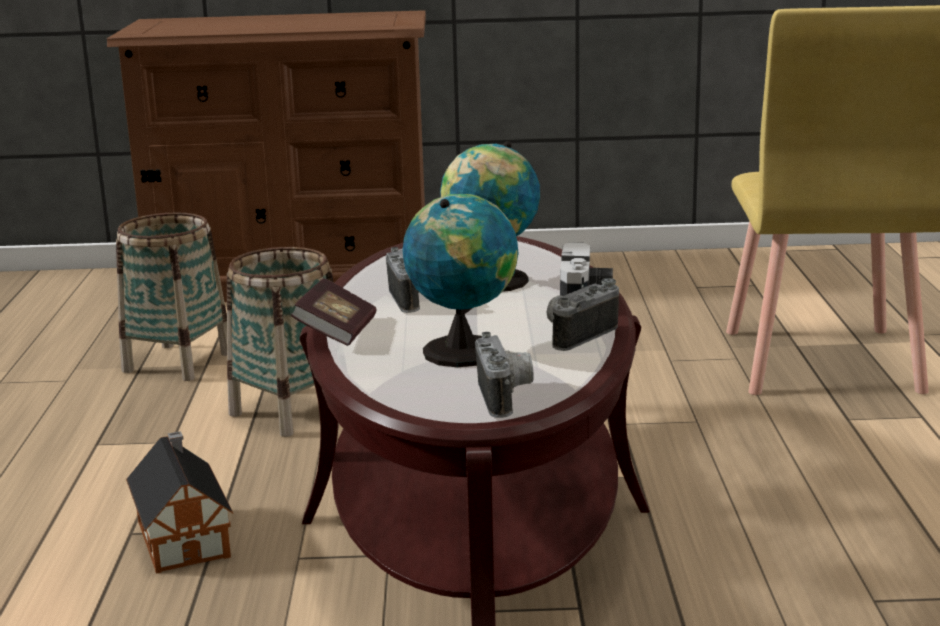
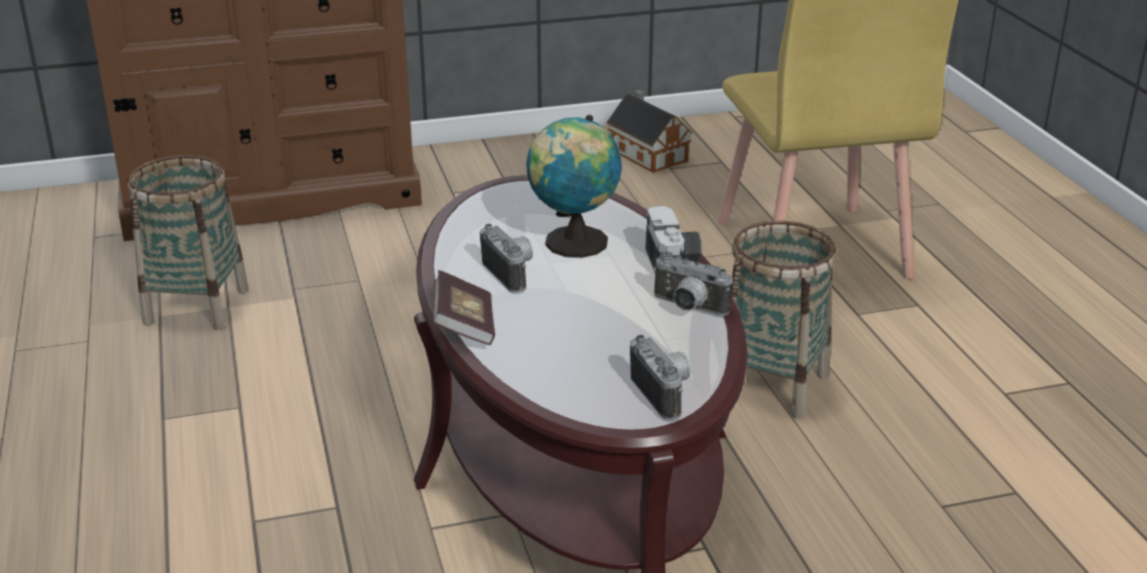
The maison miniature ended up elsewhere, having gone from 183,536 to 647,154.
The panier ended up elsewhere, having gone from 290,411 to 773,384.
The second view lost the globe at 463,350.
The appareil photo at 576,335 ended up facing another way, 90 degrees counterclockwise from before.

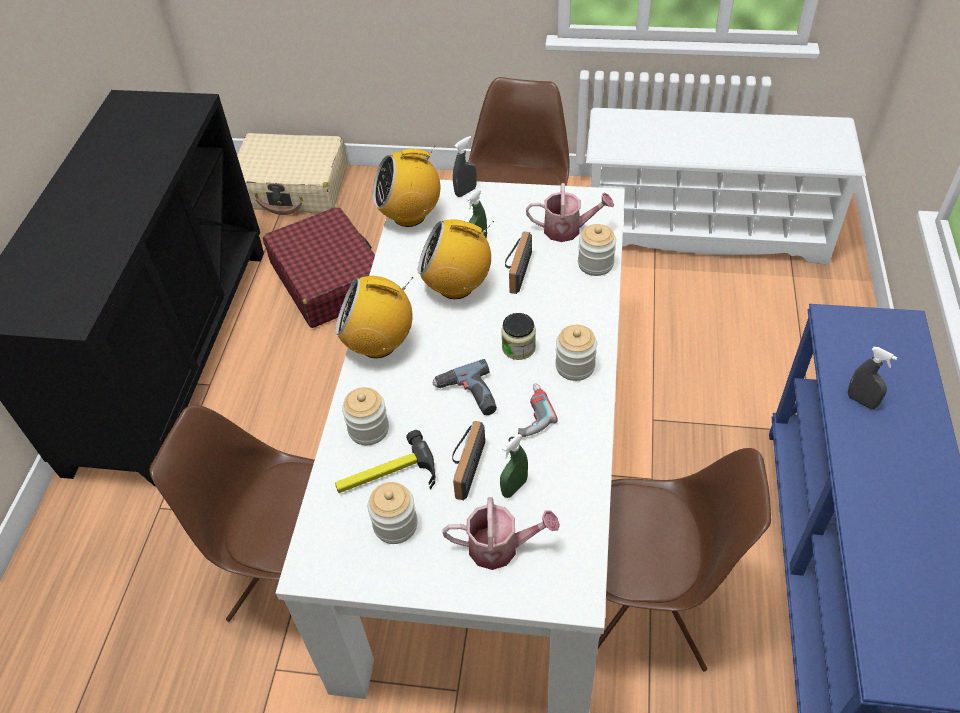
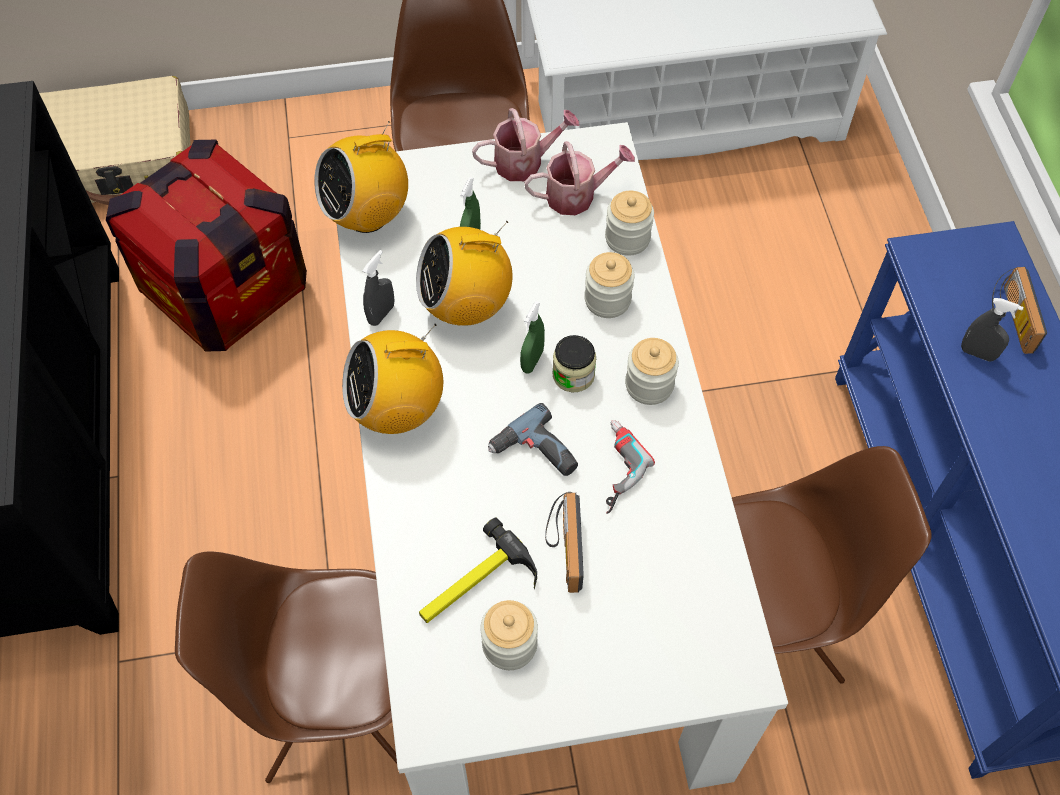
Where the valise/rouge stood at 329,279, the caisse came to stand at 225,289.
The bocal ended up elsewhere, having gone from 368,429 to 607,300.
The arrosoir ended up elsewhere, having gone from 500,547 to 525,162.
The vaporisateur/gris ended up elsewhere, having gone from 465,191 to 381,314.
The vaporisateur/vert ended up elsewhere, having gone from 514,487 to 532,361.
The radio ended up elsewhere, having gone from 514,270 to 1009,318.

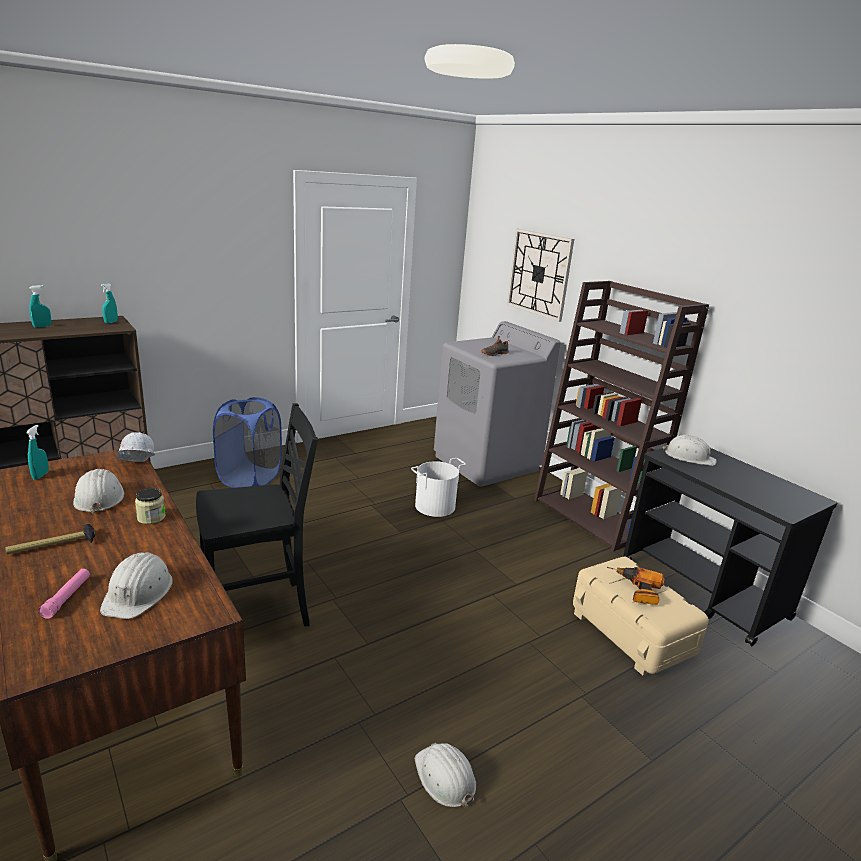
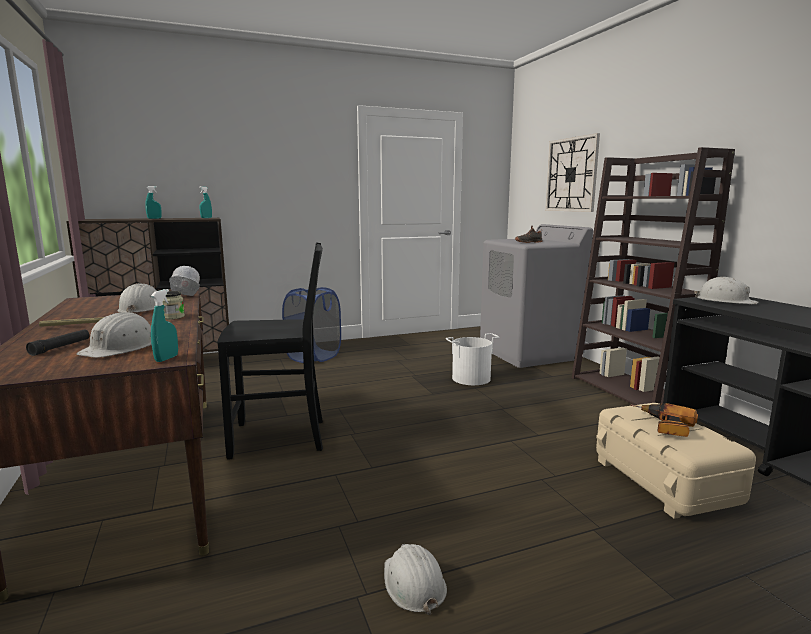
The vaporisateur/turquoise ended up elsewhere, having gone from 40,475 to 166,358.
What was the lampe de poche/rose at 67,597 turned into the lampe de poche/noir at 61,347.

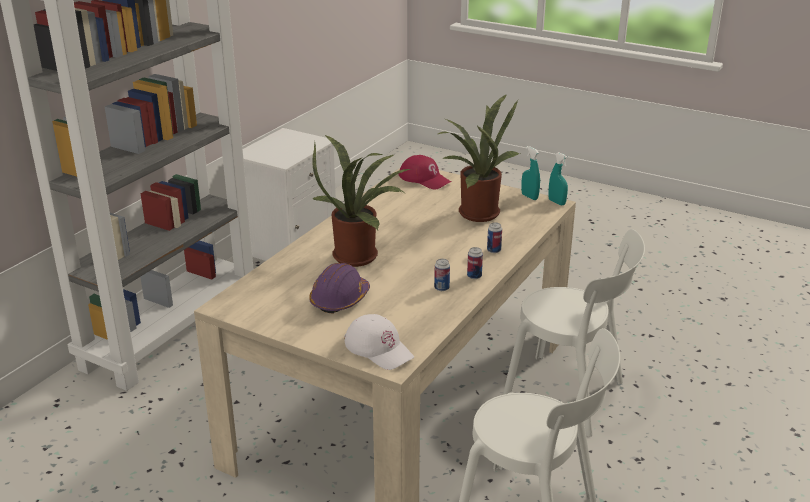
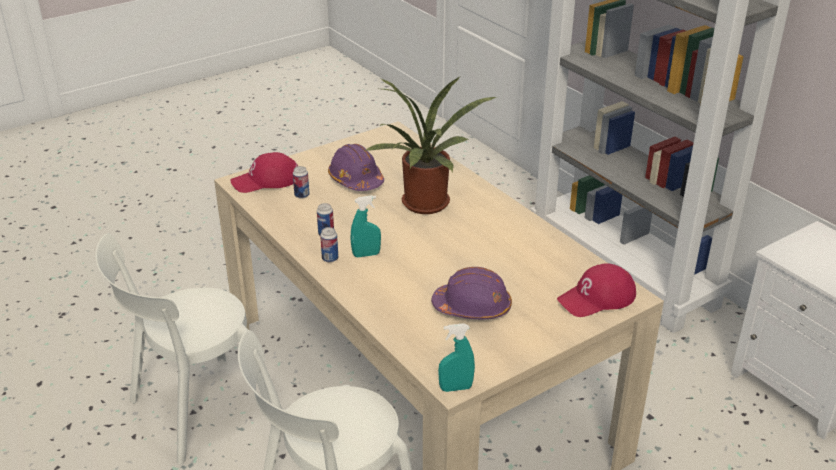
What was the casquette/blanc at 379,349 turned into the casquette/rouge at 266,180.
Where the plante en pot stood at 476,212, the casque de chantier/violet came to stand at 472,307.
The boîte métallique ended up elsewhere, having gone from 494,250 to 302,195.
The vaporisateur/turquoise ended up elsewhere, having gone from 529,197 to 366,254.

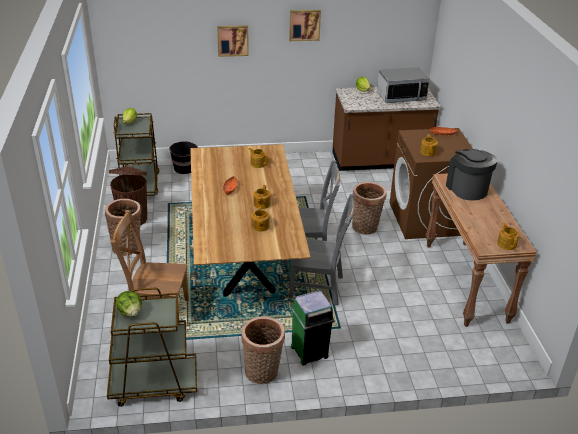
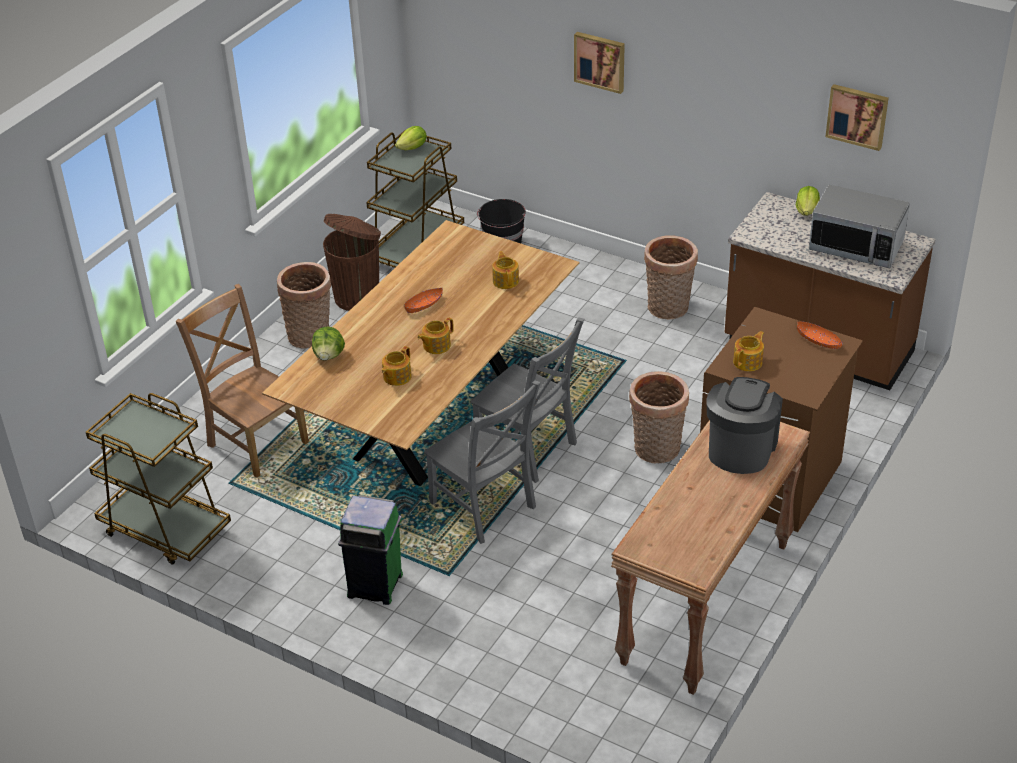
The laitue ended up elsewhere, having gone from 130,312 to 329,355.
The panier ended up elsewhere, having gone from 263,373 to 668,309.
The tableau ended up elsewhere, having gone from 304,25 to 857,116.
The second view lost the théière at 506,244.

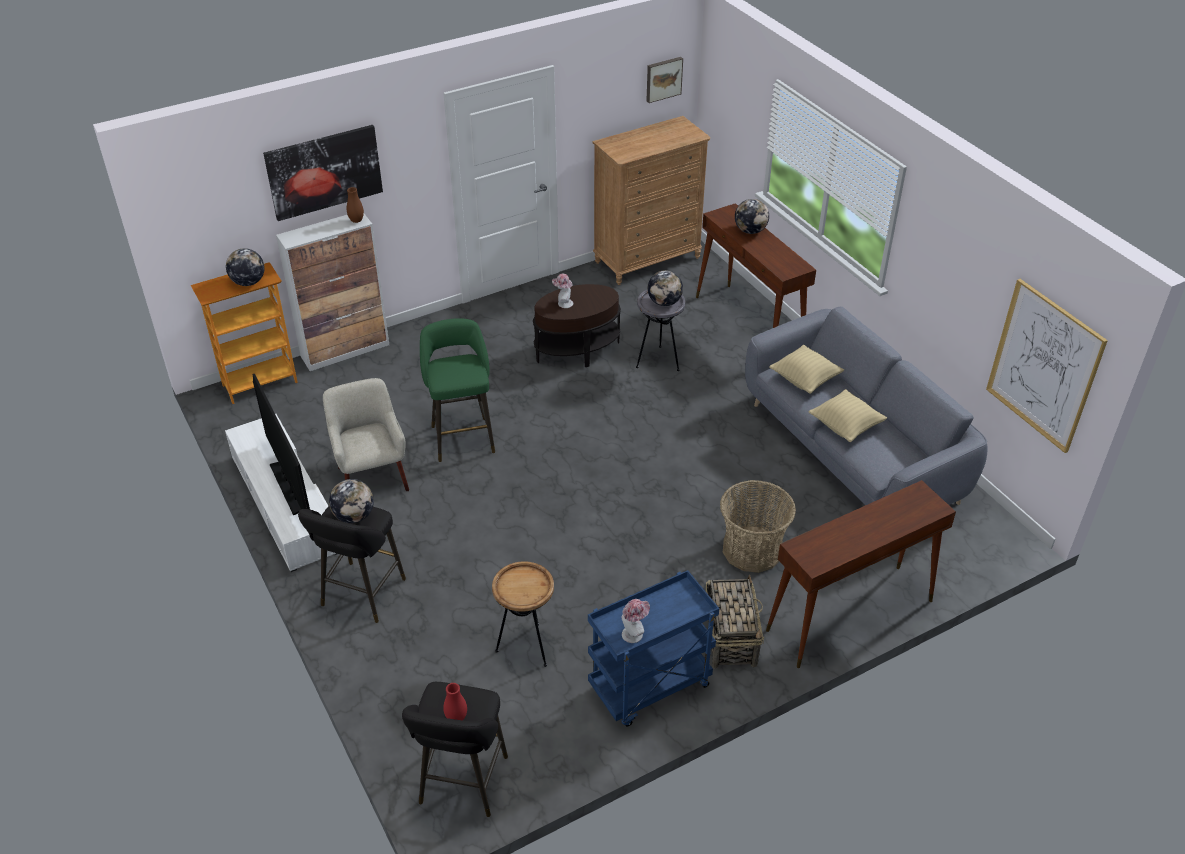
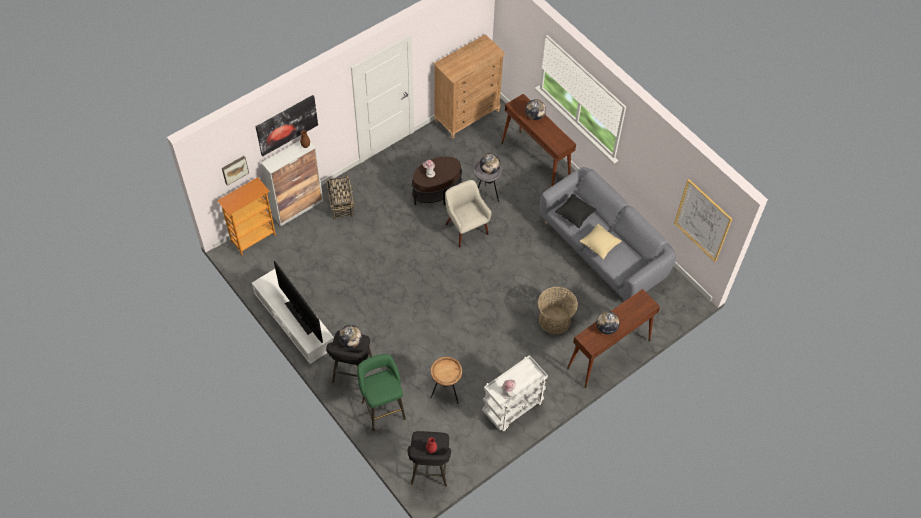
The globe ended up elsewhere, having gone from 248,282 to 606,328.
The fauteuil/beige ended up elsewhere, having gone from 371,478 to 466,229.
The tabouret/vert ended up elsewhere, having gone from 462,436 to 382,408.
What was the chariot/bleu at 649,688 turned into the chariot/blanc at 512,409.
The tableau ended up elsewhere, having gone from 663,79 to 234,169.
The panier ended up elsewhere, having gone from 730,637 to 341,203.
What was the coussin/beige at 805,380 turned into the coussin/noir at 574,215.

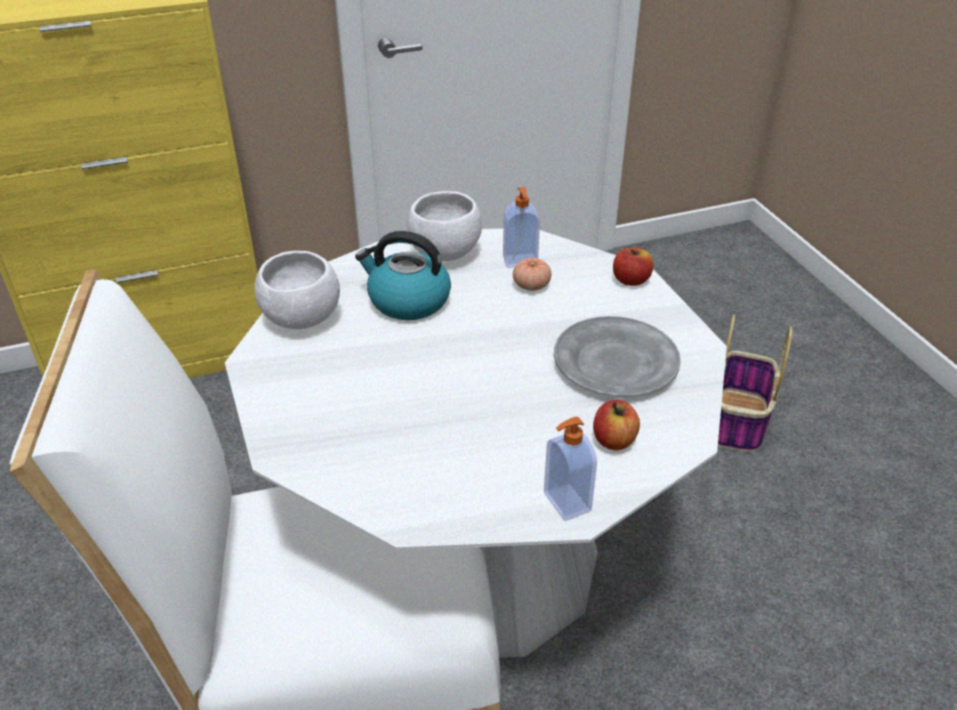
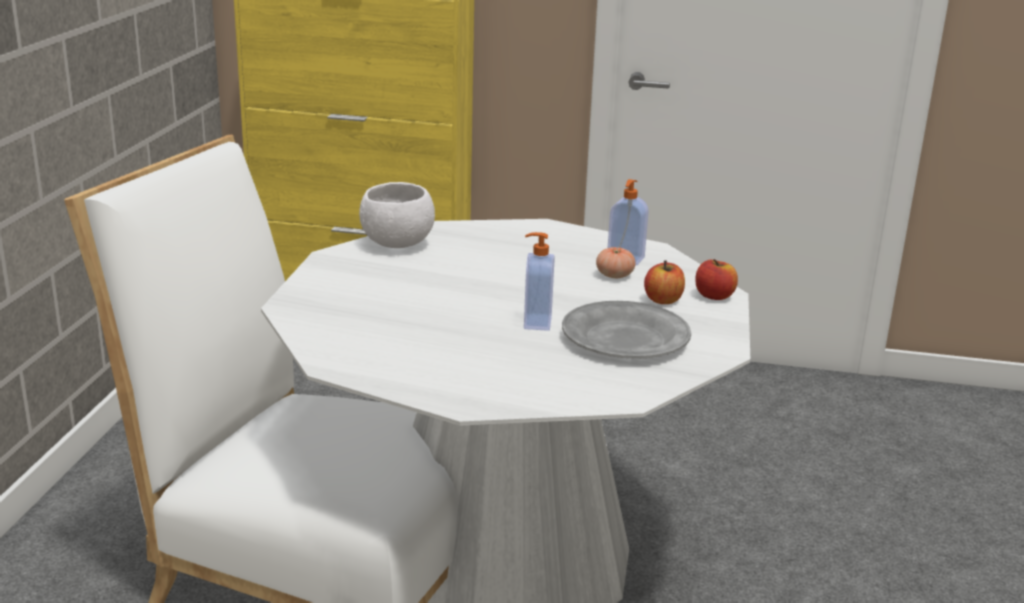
The second view lost the bouilloire at 407,301.
The second view lost the bol/blanc at 445,253.
The distributeur de savon ended up elsewhere, having gone from 565,502 to 536,322.
The pomme ended up elsewhere, having gone from 614,440 to 663,300.
The second view lost the panier at 738,422.

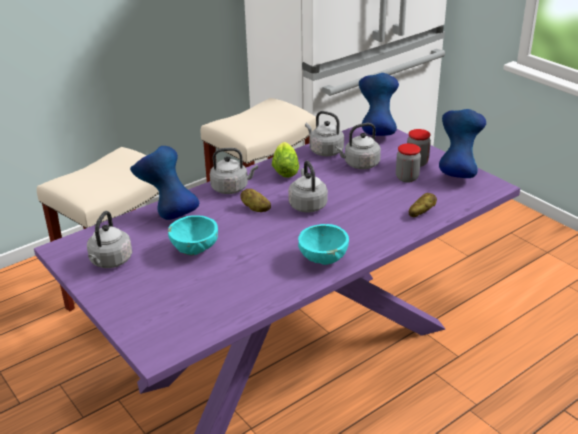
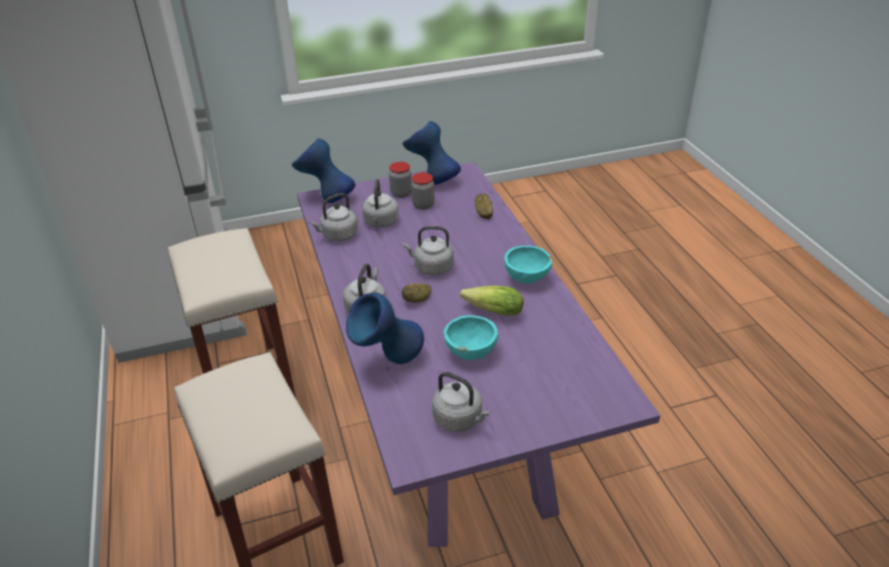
The laitue ended up elsewhere, having gone from 285,168 to 490,311.

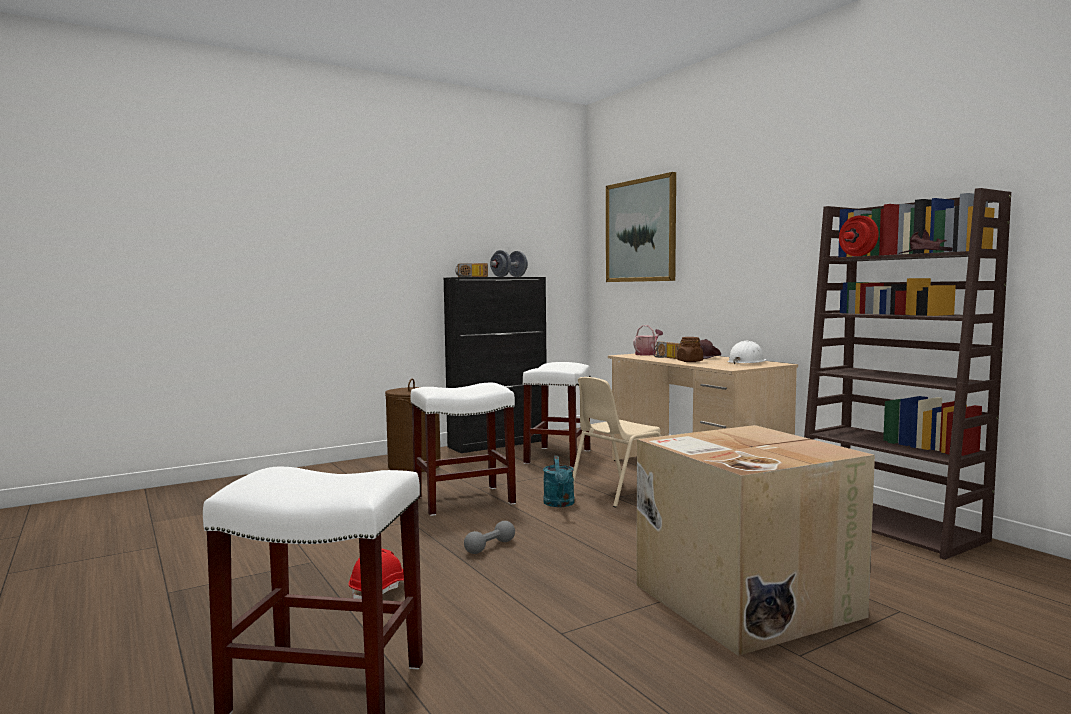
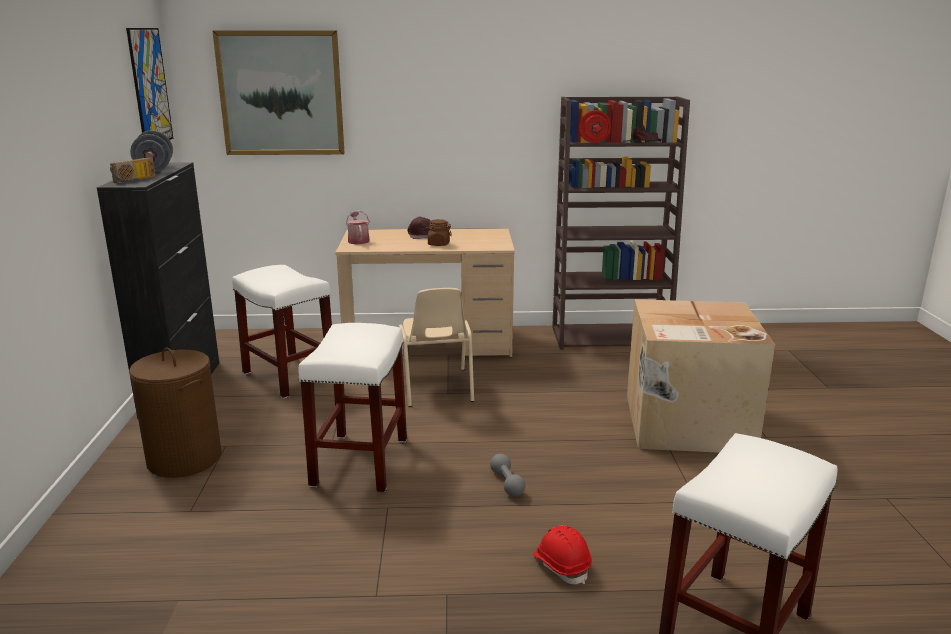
The second view lost the arrosoir/turquoise at 559,504.
The second view lost the radio at 665,357.
The second view lost the casque de chantier/blanc at 747,362.
The second view gained the tableau at 150,87.

